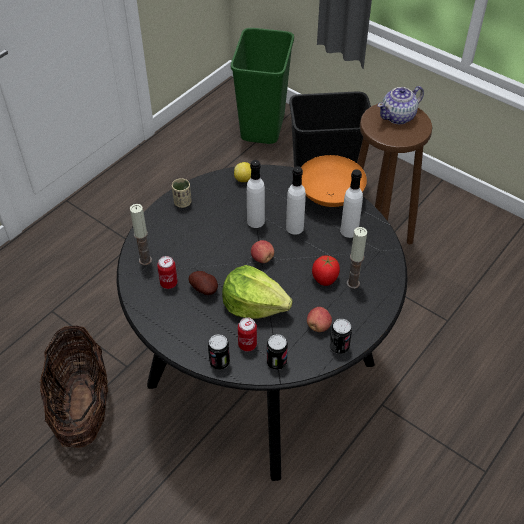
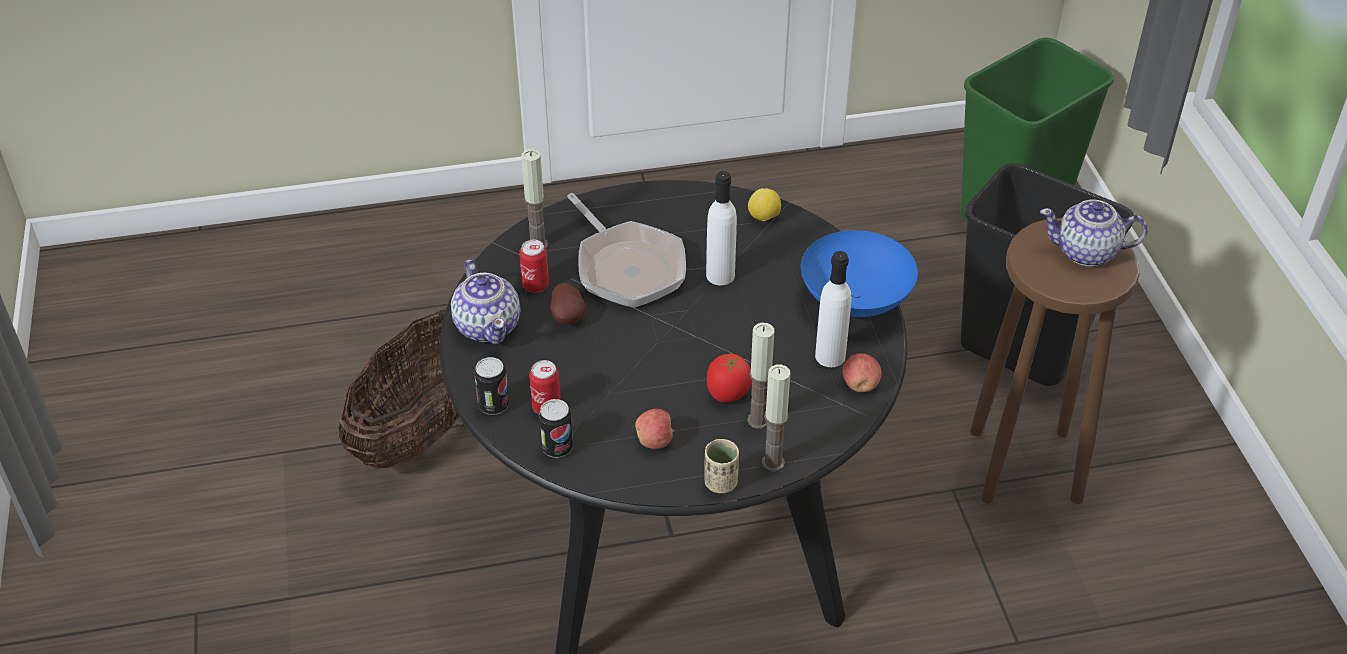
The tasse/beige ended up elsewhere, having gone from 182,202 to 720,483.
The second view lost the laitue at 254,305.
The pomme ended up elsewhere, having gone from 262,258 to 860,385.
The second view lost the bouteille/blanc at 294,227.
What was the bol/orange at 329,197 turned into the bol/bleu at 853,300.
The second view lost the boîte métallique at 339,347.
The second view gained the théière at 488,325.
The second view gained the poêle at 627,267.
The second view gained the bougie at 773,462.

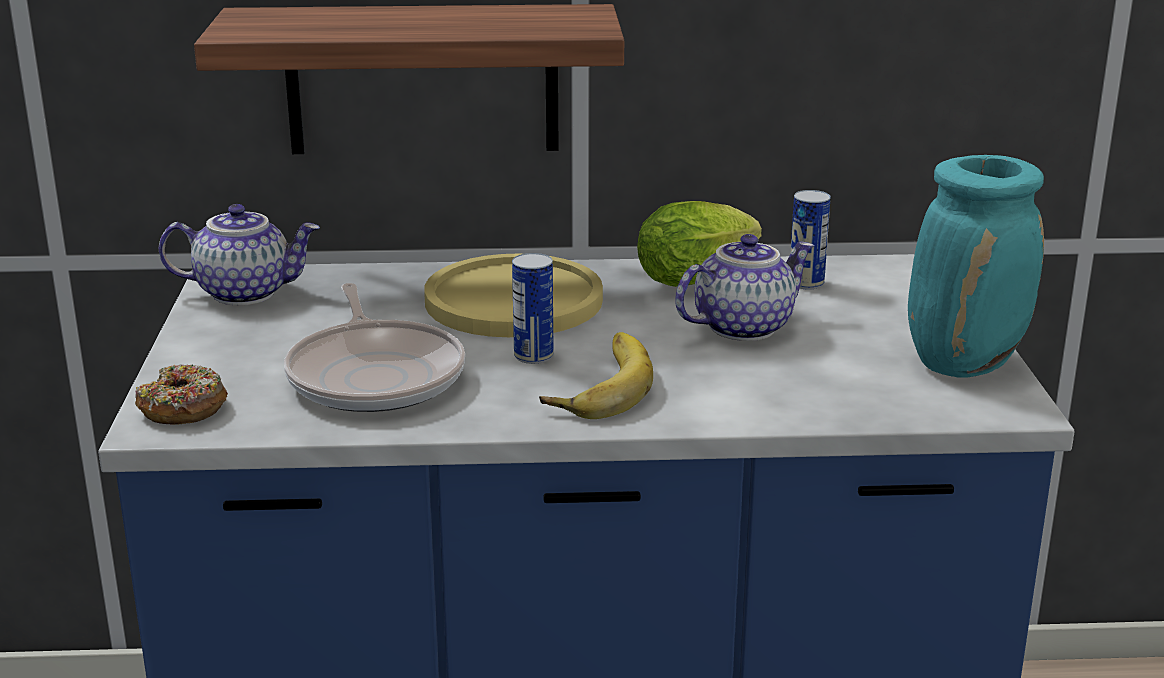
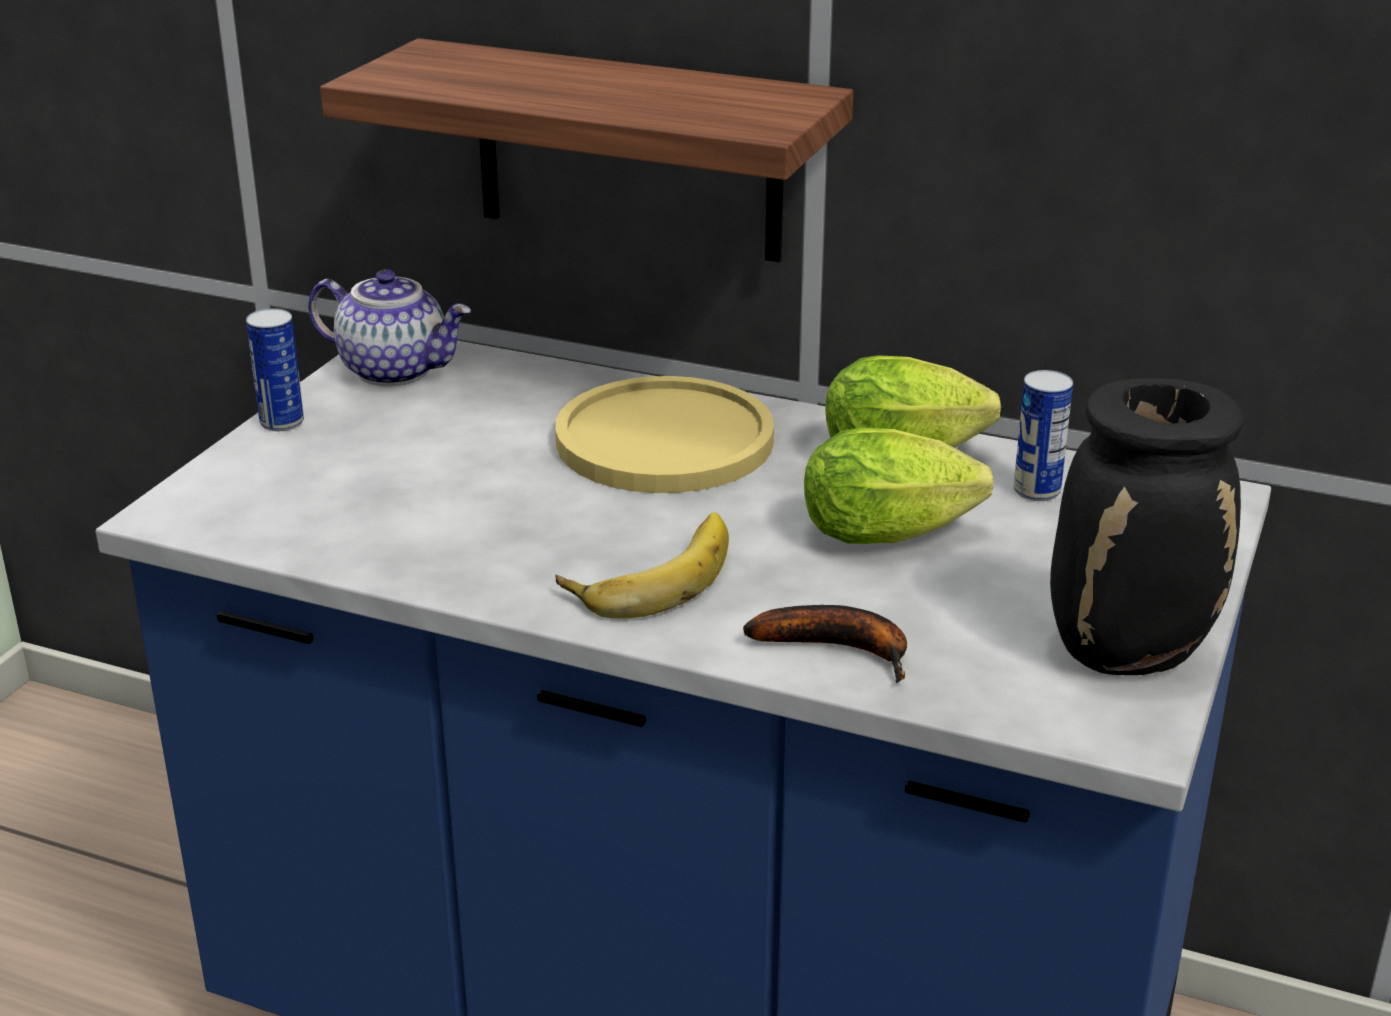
The second view lost the beignet at 183,408.
The second view lost the poêle at 375,375.
The boîte métallique ended up elsewhere, having gone from 533,356 to 282,422.
Where the théière stood at 742,326, the laitue came to stand at 896,534.
What was the vase/turquoise at 964,363 turned into the vase/noir at 1130,653.
The second view gained the banane at 841,649.

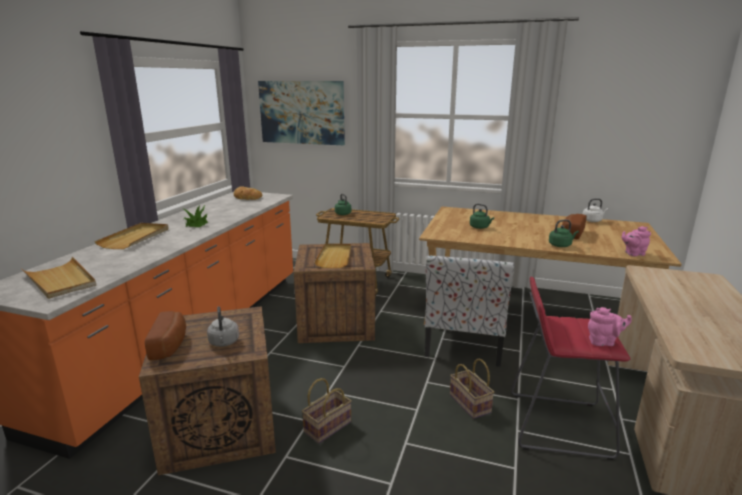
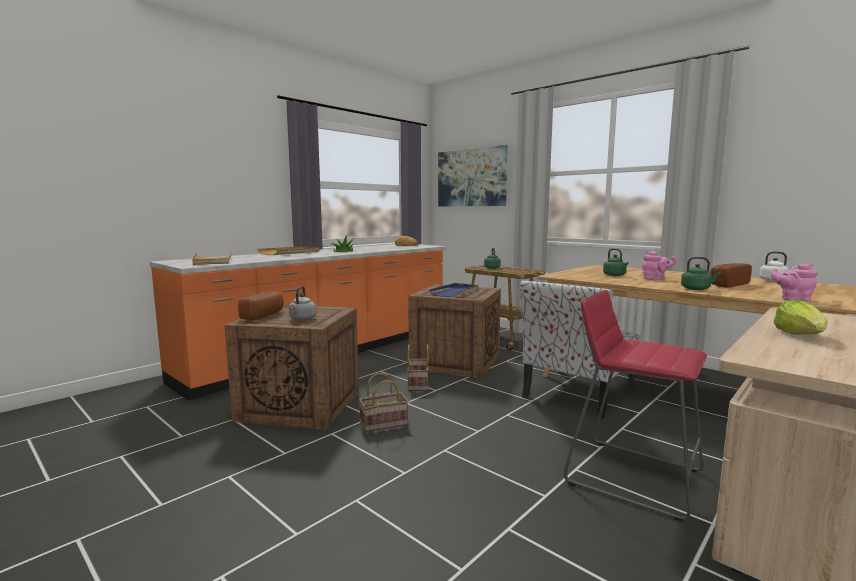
What was the plateau/beige at 335,257 turned into the plateau/bleu at 455,292.
The panier ended up elsewhere, having gone from 471,404 to 418,384.
The théière/rose ended up elsewhere, having gone from 603,342 to 655,279.
The second view gained the laitue at 800,335.

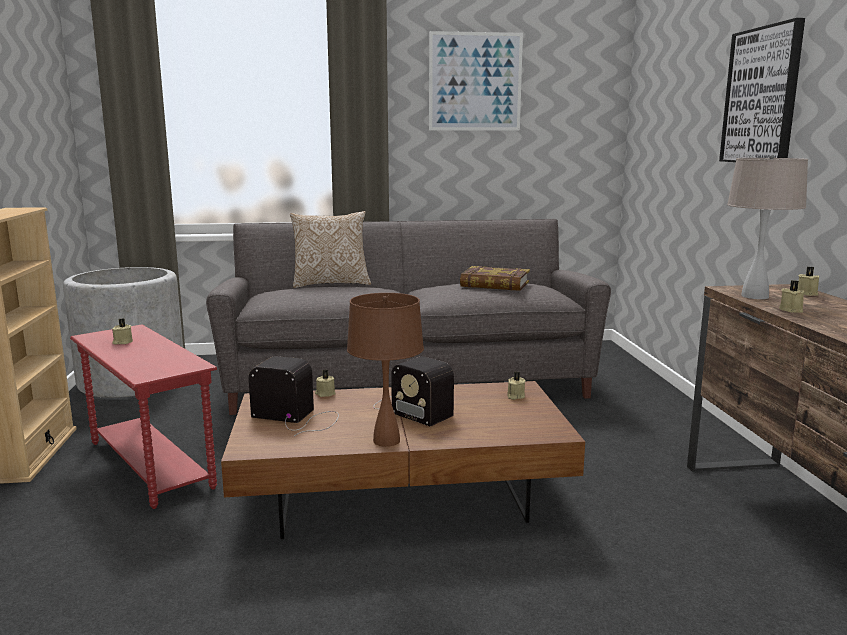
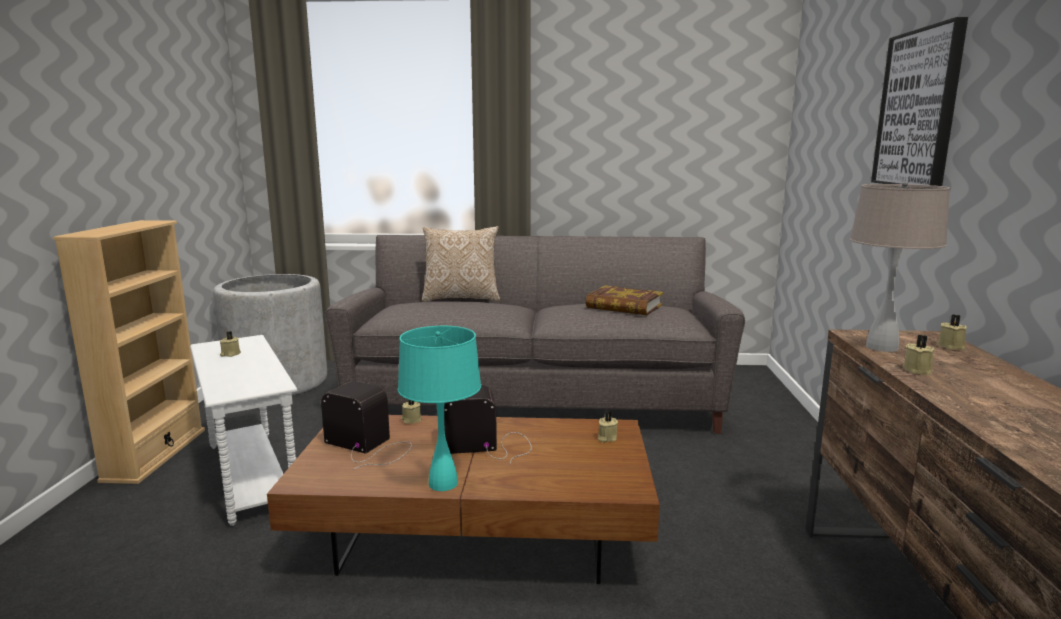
What was the table d'appoint/rouge at 151,464 turned into the table d'appoint/blanc at 252,475.
What was the lampe de table/marron at 387,440 turned into the lampe de table/turquoise at 444,483.
The radio at 411,408 ended up facing another way, 120 degrees clockwise from before.
The second view lost the tableau at 475,82.

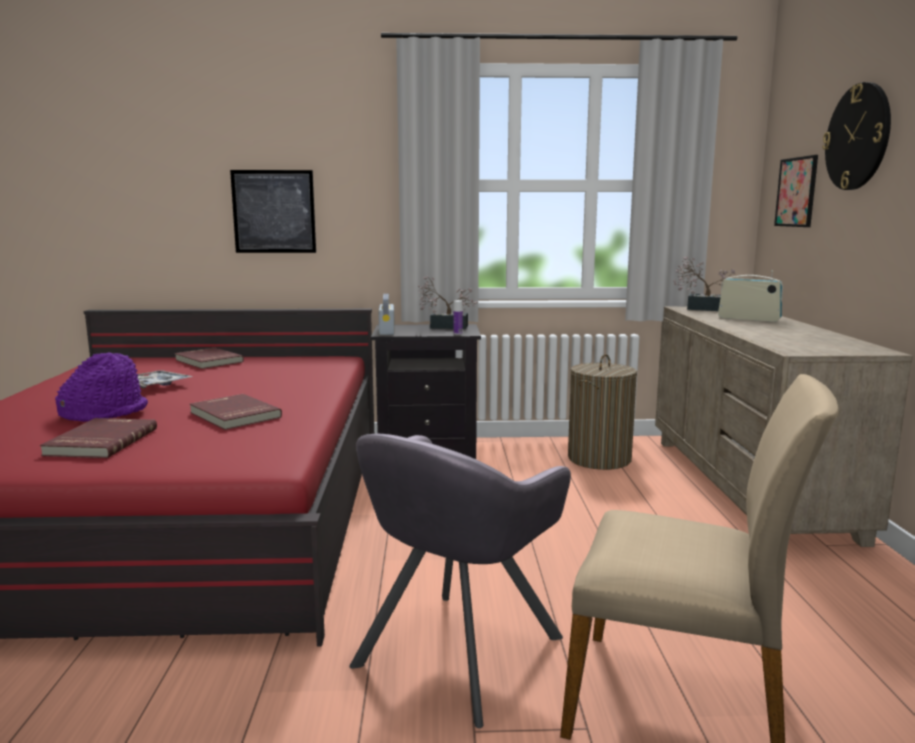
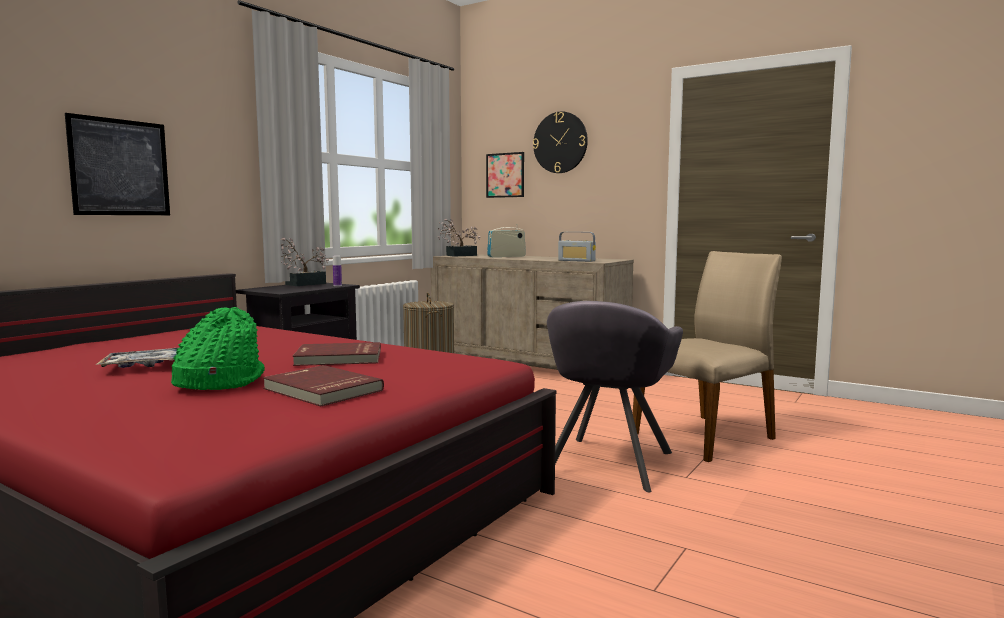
What was the chapeau/violet at 104,413 turned into the chapeau/vert at 219,382.
The second view lost the livre/rouge at 208,361.
The fauteuil/gris at 457,651 ended up facing another way, 45 degrees clockwise from before.
The radio ended up elsewhere, having gone from 387,331 to 576,261.

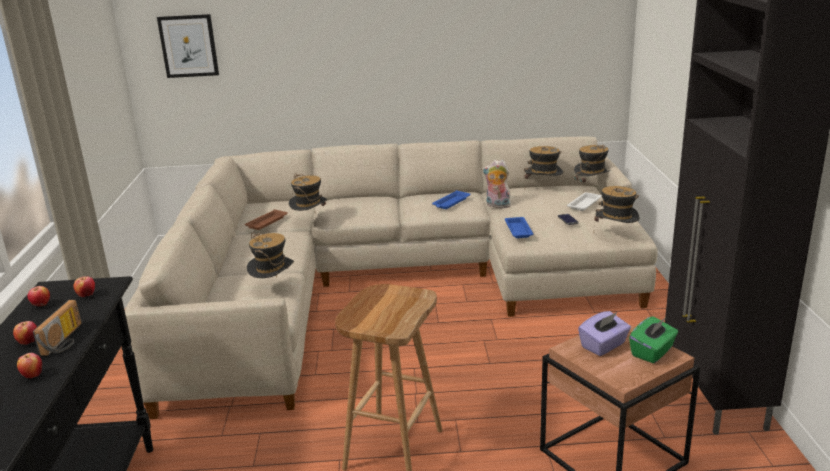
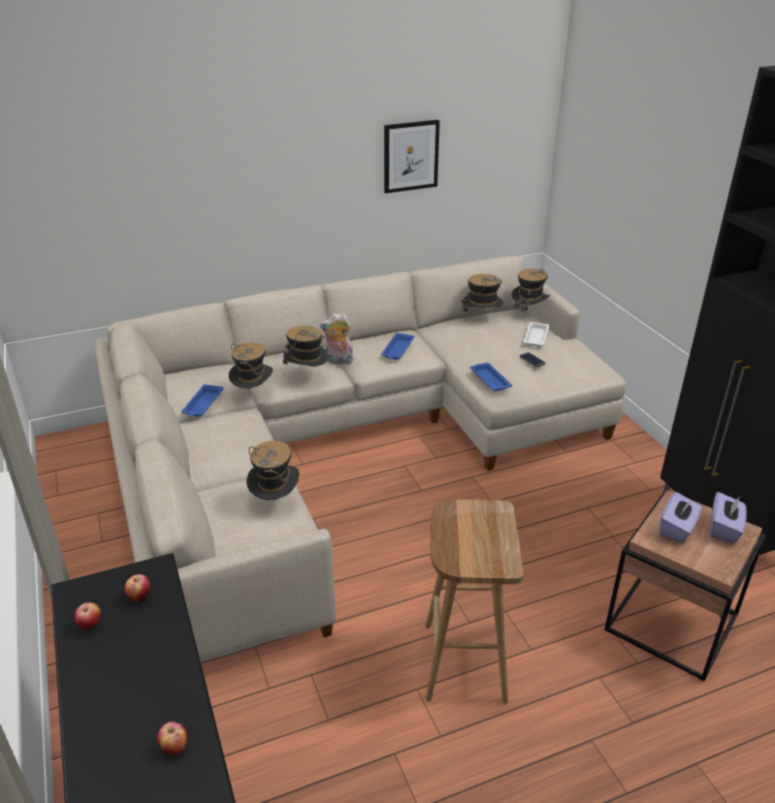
The second view lost the pomme at 28,342.
The second view lost the radio at 65,340.
The tableau ended up elsewhere, having gone from 188,46 to 410,156.
What was the plateau/marron at 266,223 turned into the plateau/bleu at 202,404.
The peluche ended up elsewhere, having gone from 497,206 to 338,361.
The chapeau ended up elsewhere, having gone from 615,235 to 306,376.
What was the boîte à mouchoirs/vert at 652,352 turned into the boîte à mouchoirs/violet at 724,528.

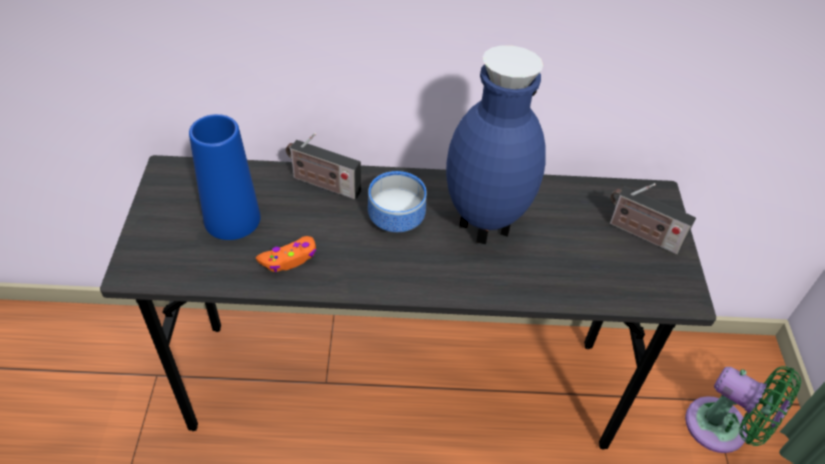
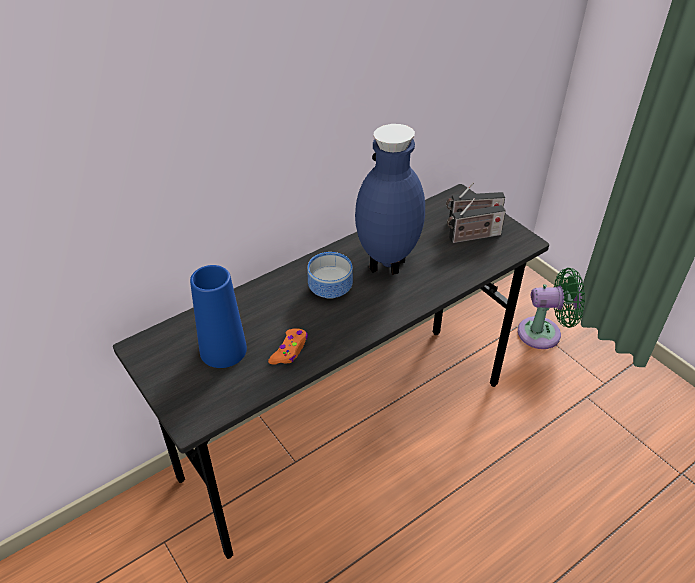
The radio ended up elsewhere, having gone from 323,184 to 472,237.

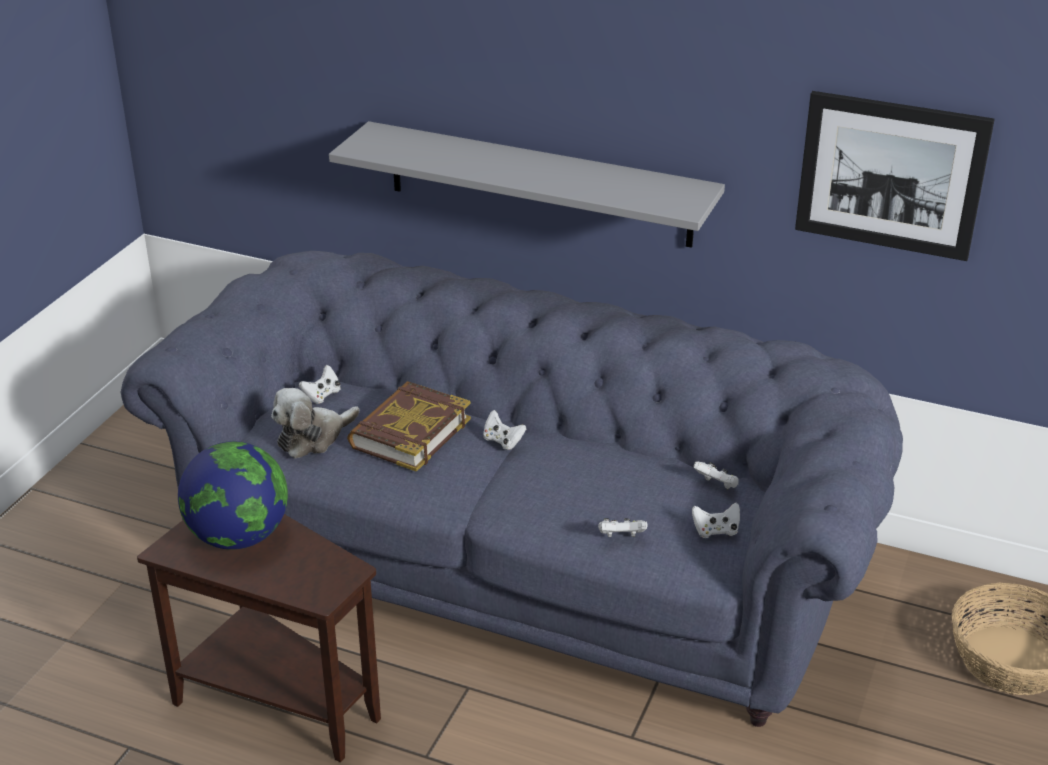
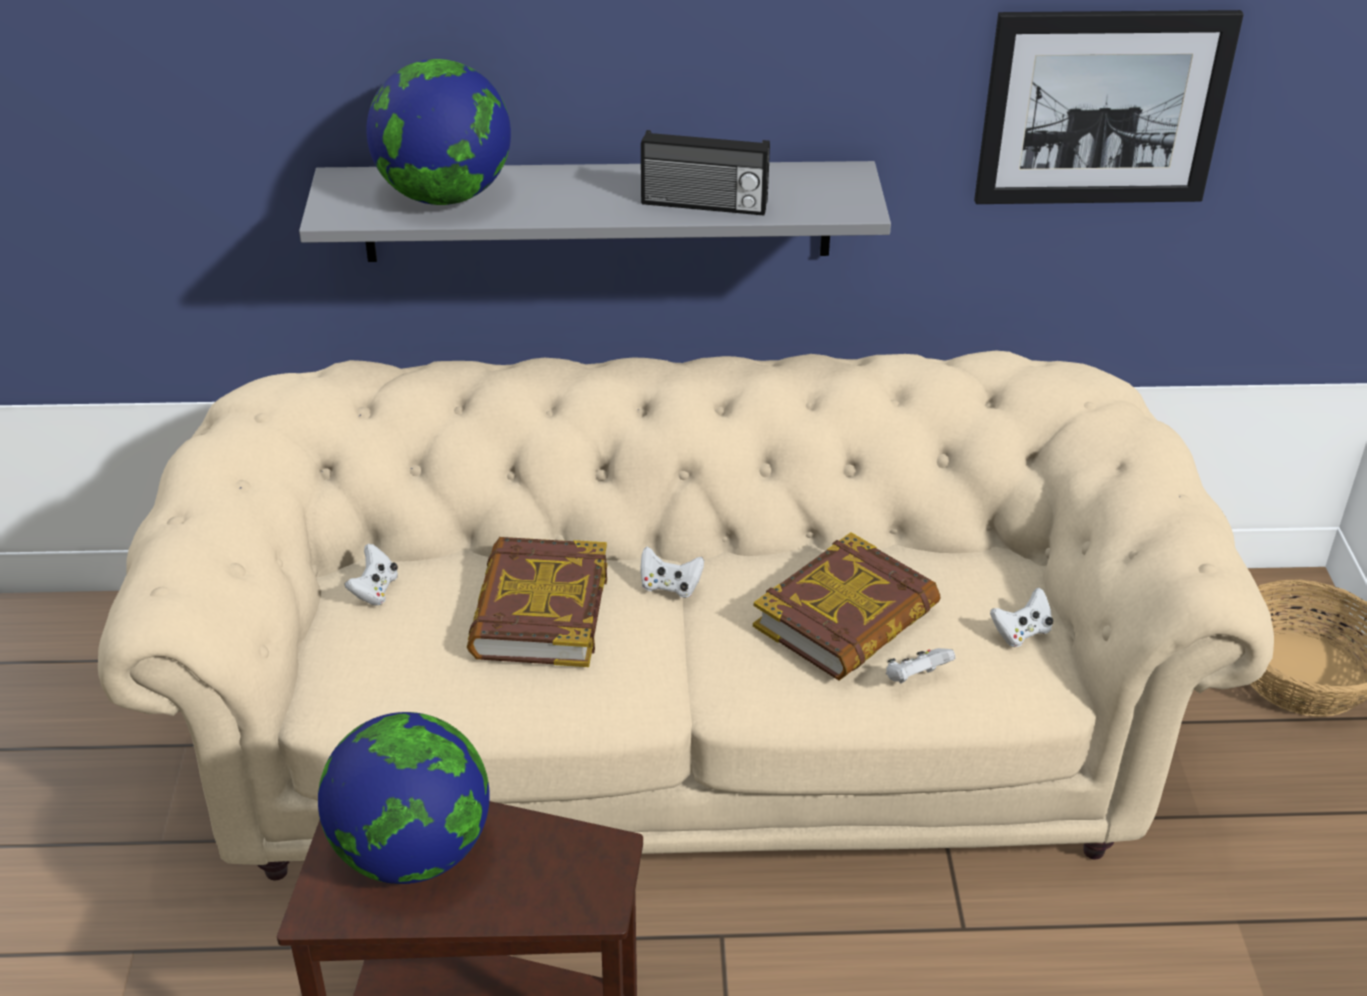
What was the canapé/bleu at 522,564 turned into the canapé/beige at 681,735.
The second view lost the peluche at 313,437.
The second view lost the manette/blanc at 717,485.
The second view gained the globe at 445,196.
The second view gained the radio at 704,205.
The second view gained the livre at 847,618.

